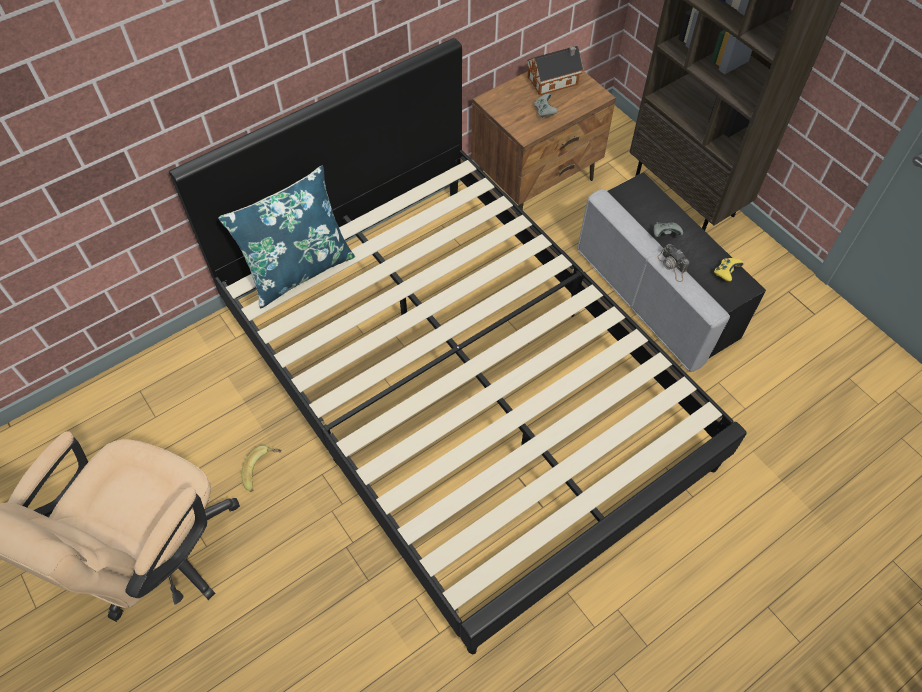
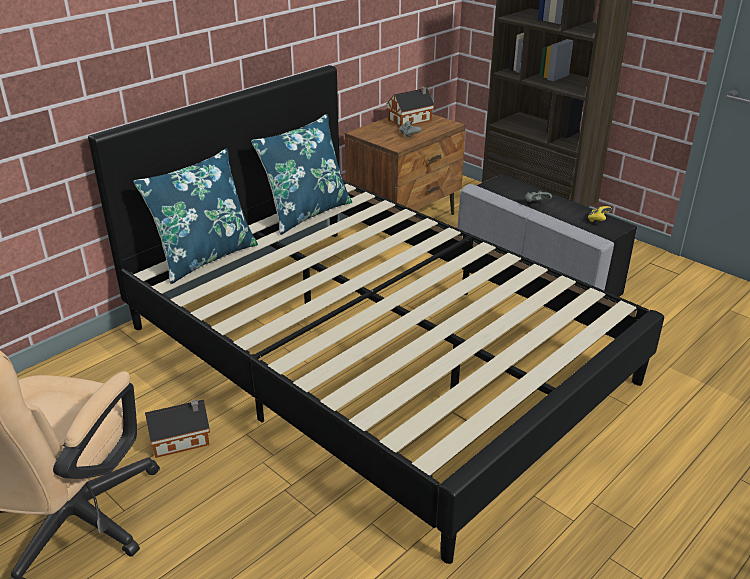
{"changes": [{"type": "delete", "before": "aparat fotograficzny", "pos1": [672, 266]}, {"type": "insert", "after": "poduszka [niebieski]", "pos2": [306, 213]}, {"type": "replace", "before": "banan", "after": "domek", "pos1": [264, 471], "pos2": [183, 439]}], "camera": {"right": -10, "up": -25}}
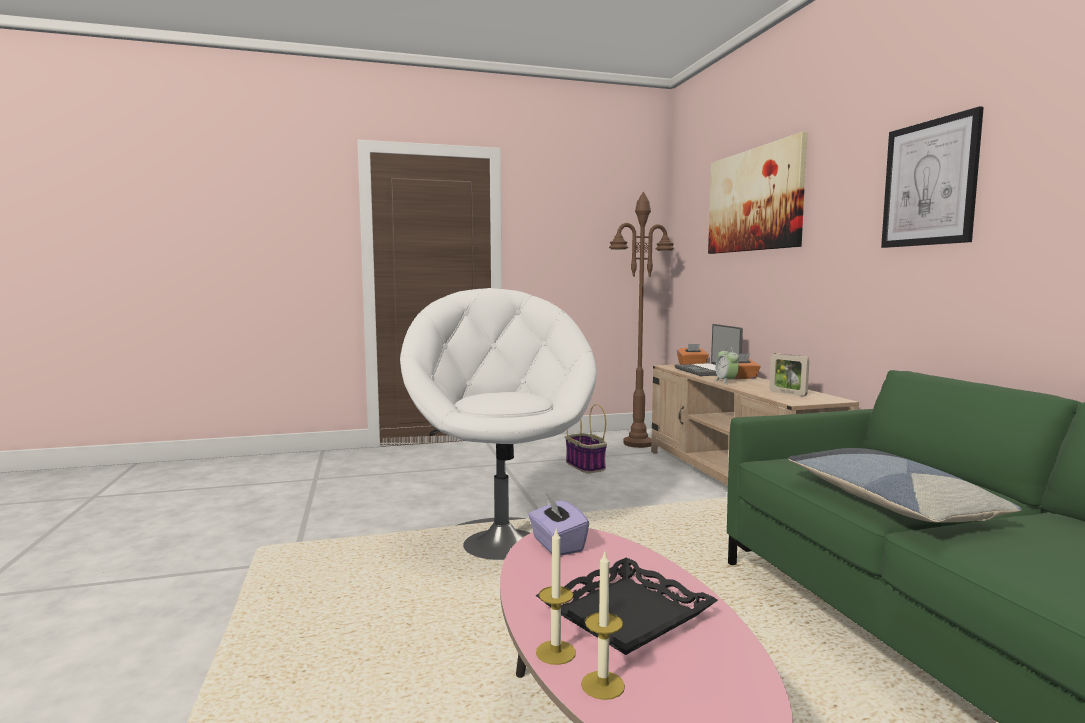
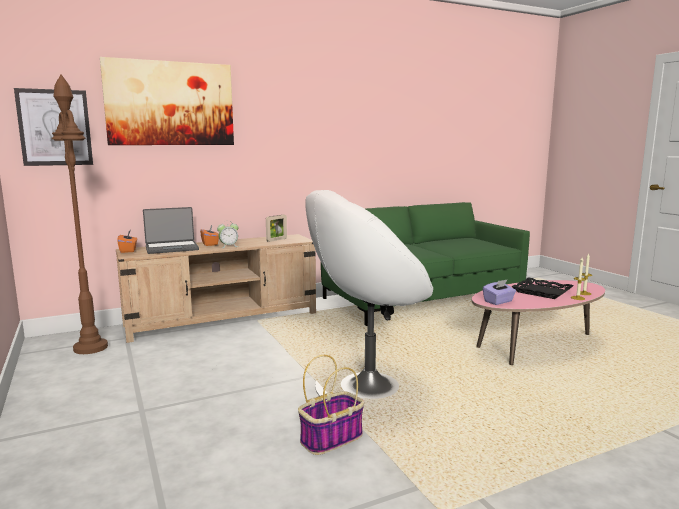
{"changes": [{"type": "delete", "before": "poduszka", "pos1": [889, 503]}, {"type": "move", "before": "koszyk", "pos1": [586, 466], "pos2": [332, 438]}, {"type": "move", "before": "obraz", "pos1": [929, 183], "pos2": [55, 127]}], "camera": {"right": -100, "up": 5}}
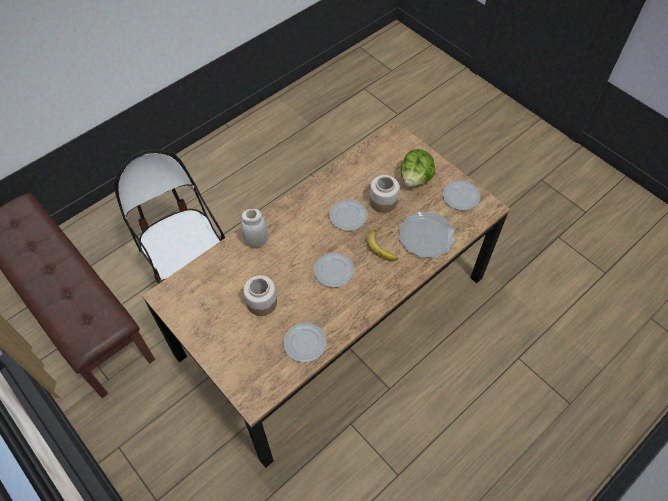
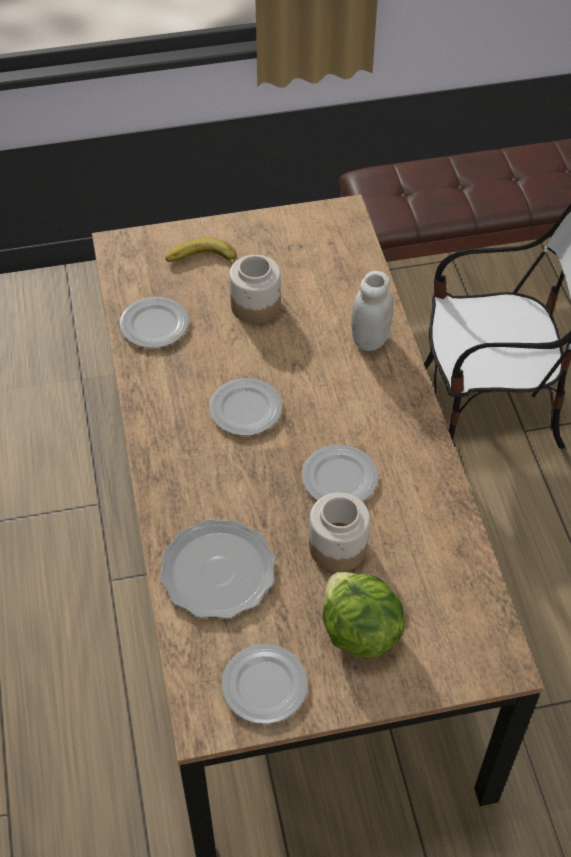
{"changes": [{"type": "move", "before": "banan", "pos1": [384, 246], "pos2": [202, 262]}], "camera": {"right": 120, "up": -5}}
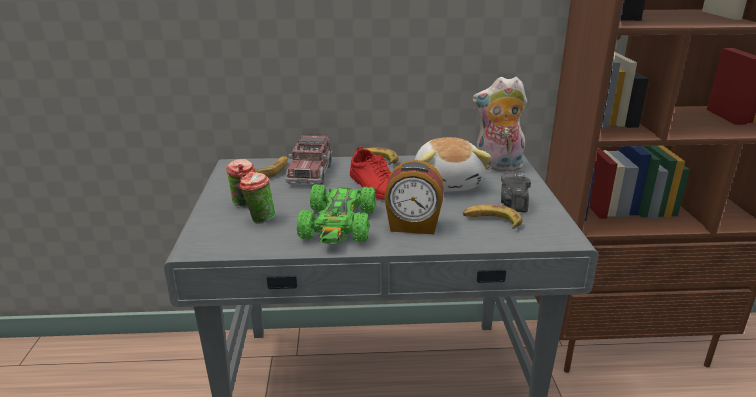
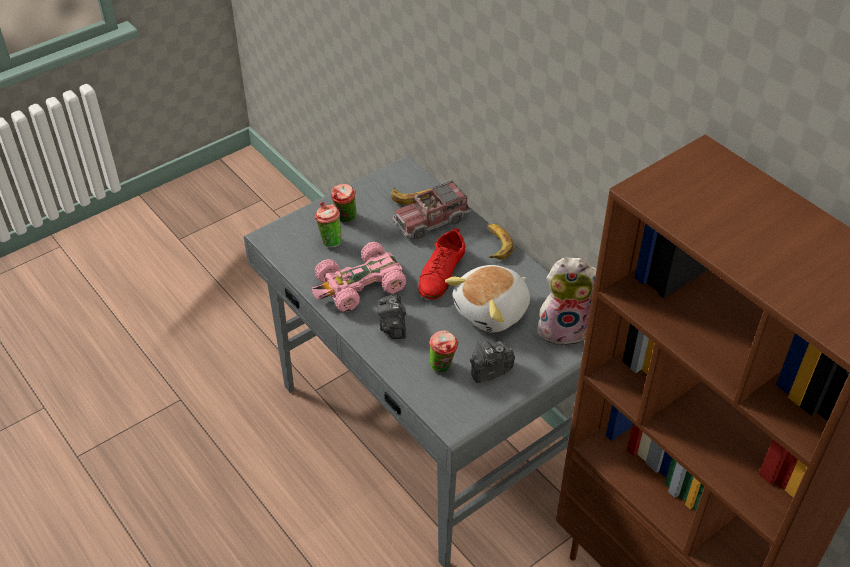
{"changes": [{"type": "replace", "before": "budzik", "after": "aparat fotograficzny", "pos1": [413, 226], "pos2": [393, 326]}, {"type": "replace", "before": "banan", "after": "filiżanka", "pos1": [491, 221], "pos2": [443, 368]}, {"type": "recolor", "before": "samochodzik [zielony]", "after": "samochodzik [różowy]", "pos1": [339, 225], "pos2": [359, 285]}, {"type": "rotate", "before": "pluszak", "pos1": [497, 167], "pos2": [564, 329], "turn": 120}], "camera": {"right": 55, "up": 20}}
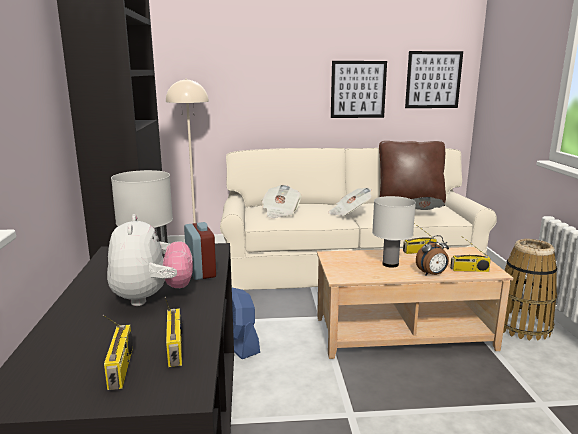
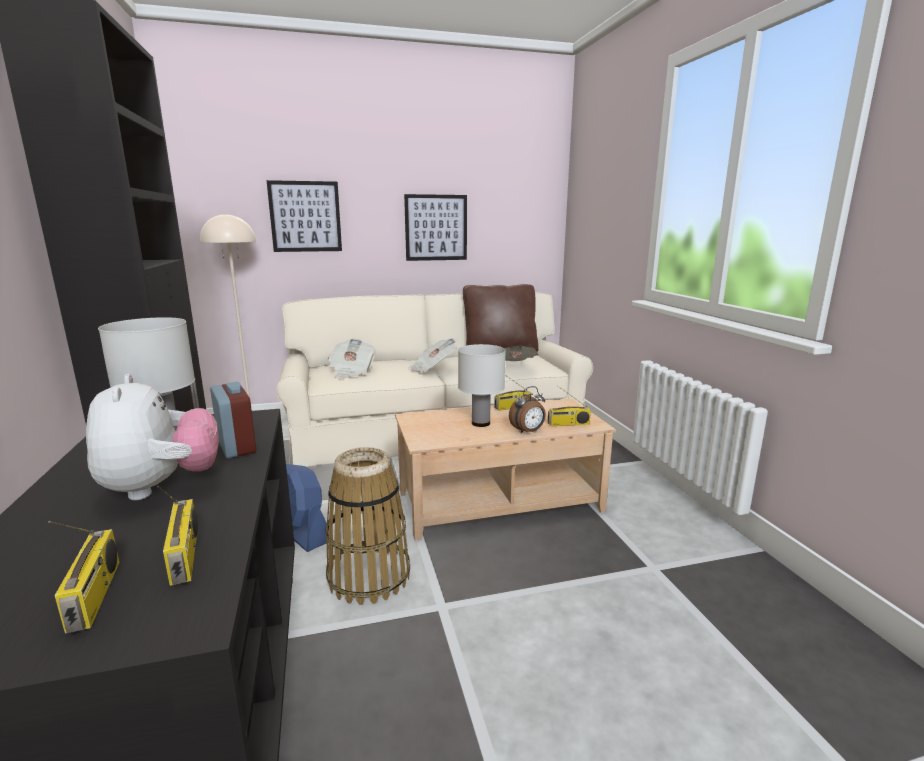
{"changes": [{"type": "move", "before": "obraz", "pos1": [433, 80], "pos2": [305, 216]}, {"type": "move", "before": "koszyk", "pos1": [522, 326], "pos2": [369, 576]}], "camera": {"right": -10, "up": 0}}
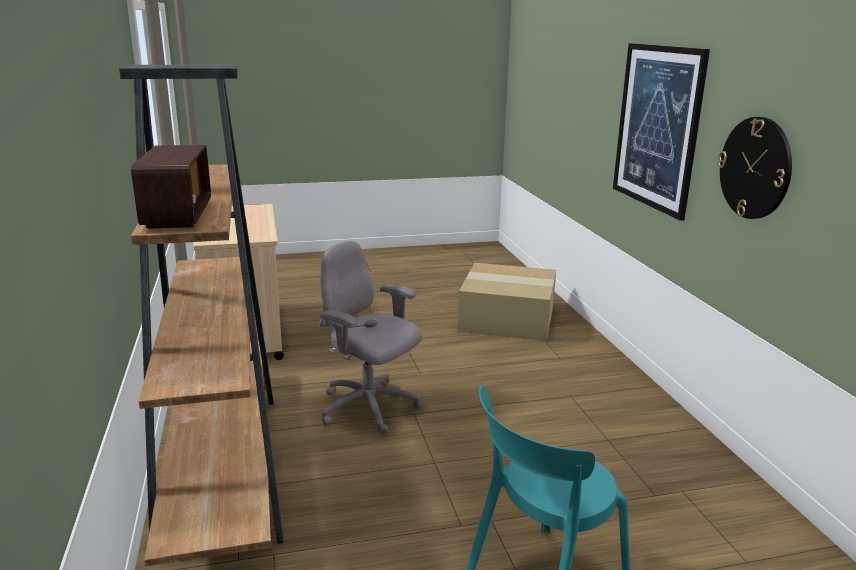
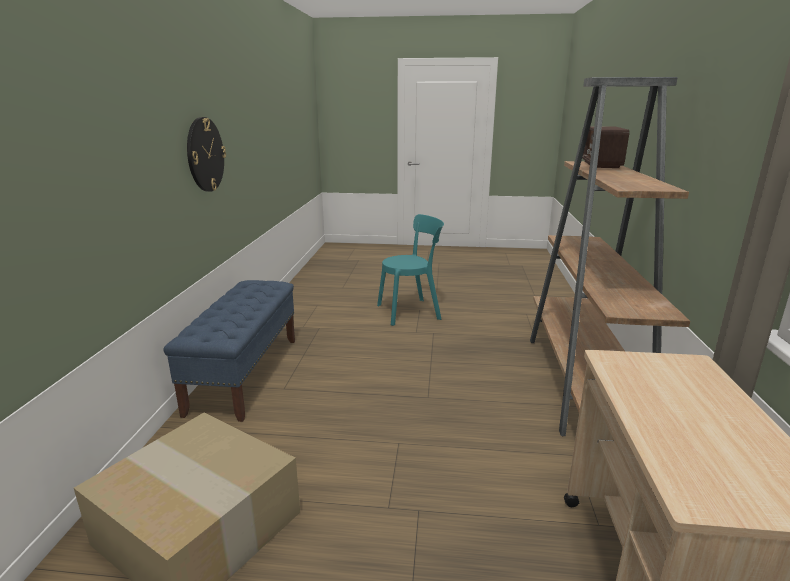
{"changes": [{"type": "delete", "before": "krzesło biurowe [szary]", "pos1": [369, 409]}, {"type": "delete", "before": "obraz", "pos1": [657, 127]}, {"type": "insert", "after": "ławka [niebieski]", "pos2": [245, 374]}], "camera": {"right": -160, "up": 0}}
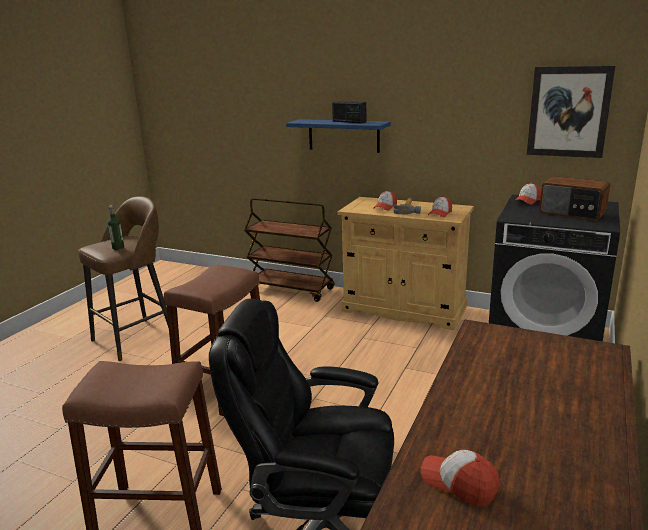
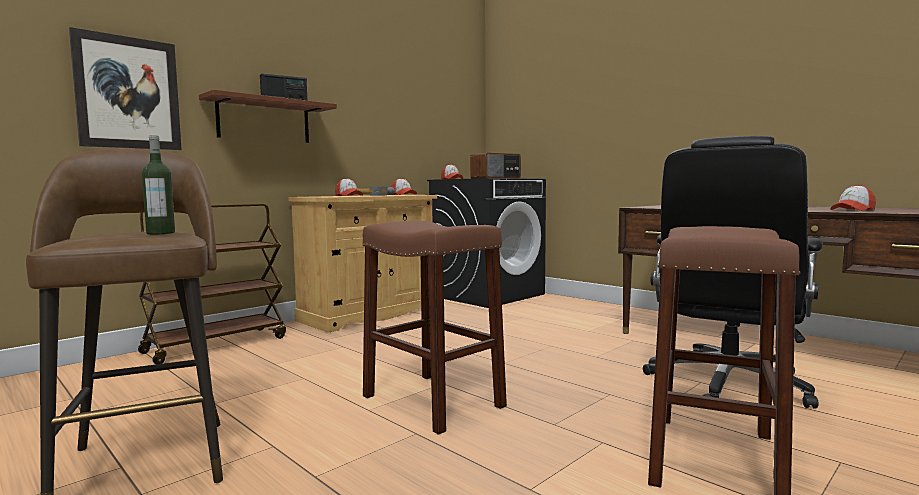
{"changes": [{"type": "move", "before": "obraz", "pos1": [568, 112], "pos2": [128, 93]}, {"type": "recolor", "before": "półka [niebieski]", "after": "półka [brązowy]", "pos1": [343, 135], "pos2": [264, 121]}], "camera": {"right": -70, "up": -15}}
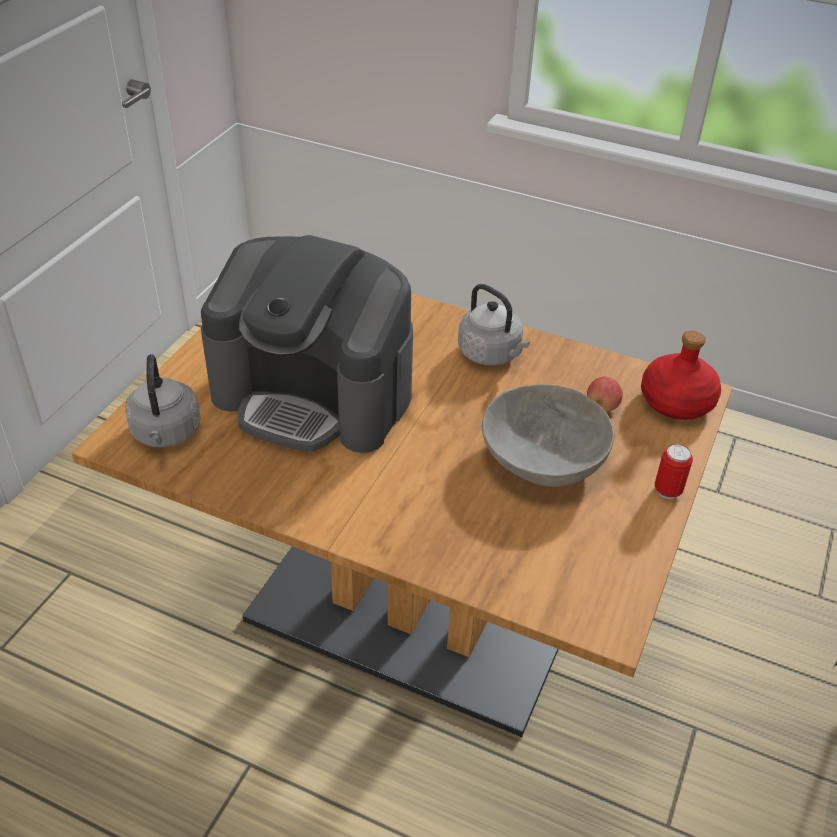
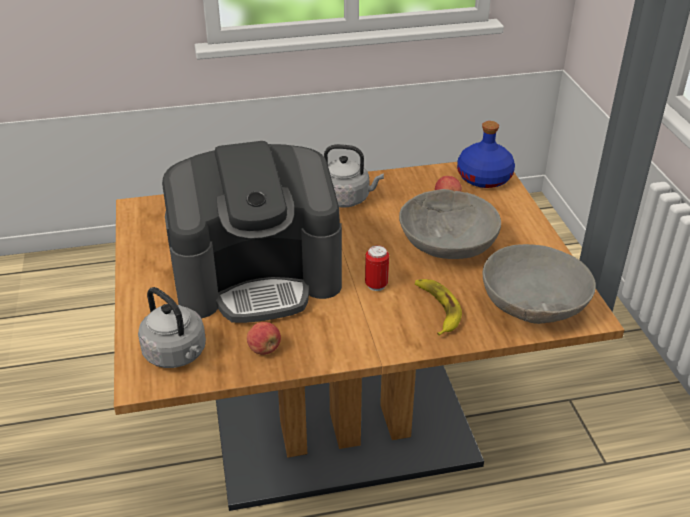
{"changes": [{"type": "insert", "after": "jabłko", "pos2": [264, 349]}, {"type": "insert", "after": "banan", "pos2": [437, 309]}, {"type": "insert", "after": "miska [szary]", "pos2": [534, 304]}, {"type": "move", "before": "puszka", "pos1": [667, 491], "pos2": [376, 285]}, {"type": "recolor", "before": "butelka [czerwony]", "after": "butelka [niebieski]", "pos1": [677, 401], "pos2": [484, 177]}], "camera": {"right": -35, "up": -5}}
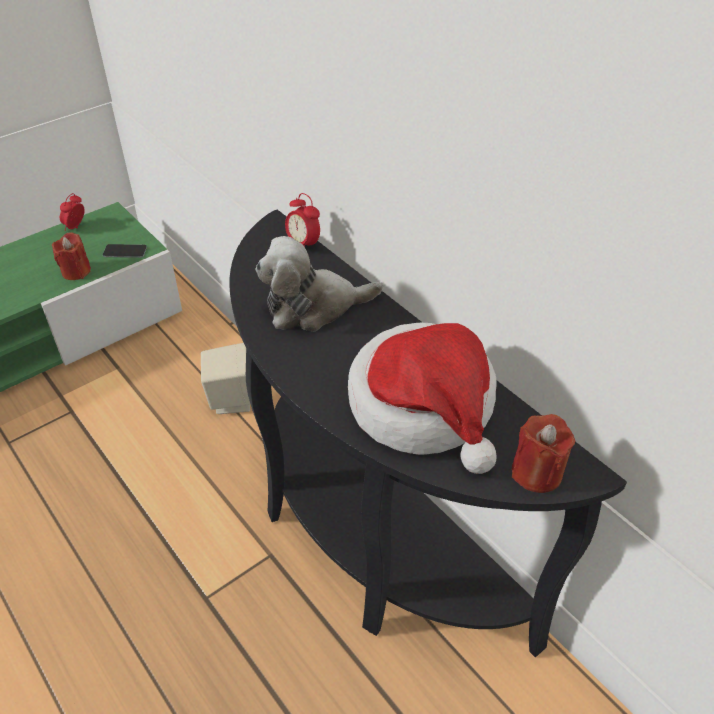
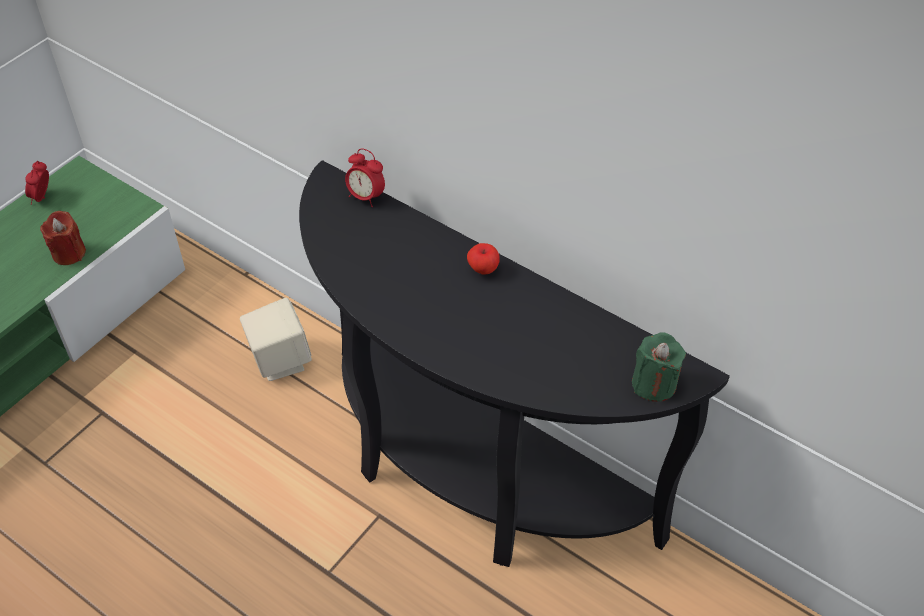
{"changes": [{"type": "delete", "before": "telefon", "pos1": [125, 251]}, {"type": "delete", "before": "pluszak", "pos1": [314, 307]}, {"type": "delete", "before": "kapelusz", "pos1": [424, 407]}, {"type": "insert", "after": "jabłko", "pos2": [483, 269]}, {"type": "recolor", "before": "świeca [czerwony]", "after": "świeca [zielony]", "pos1": [536, 472], "pos2": [654, 384]}], "camera": {"right": -15, "up": 5}}
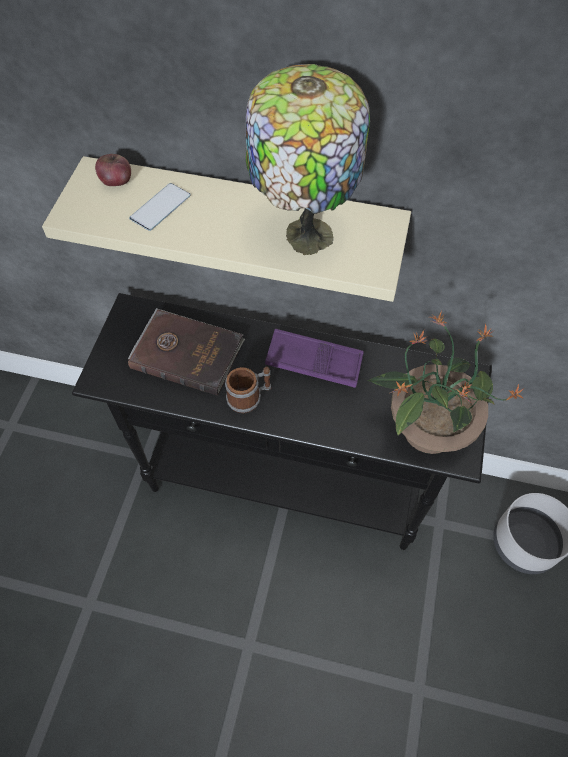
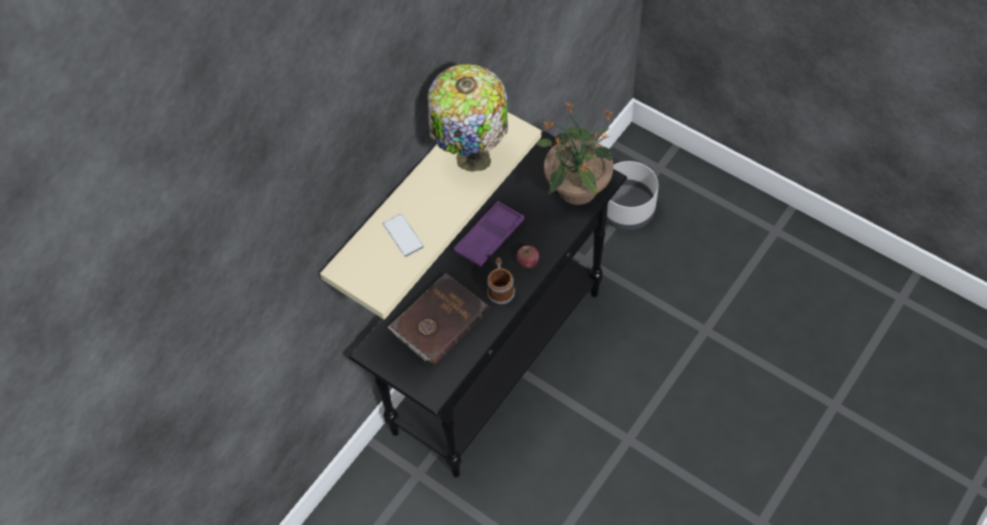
{"changes": [{"type": "move", "before": "jabłko", "pos1": [116, 181], "pos2": [527, 261]}], "camera": {"right": -65, "up": 0}}
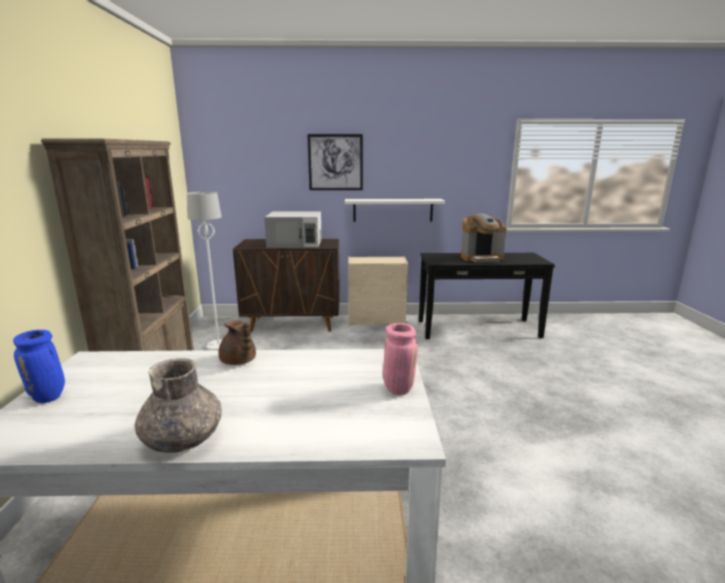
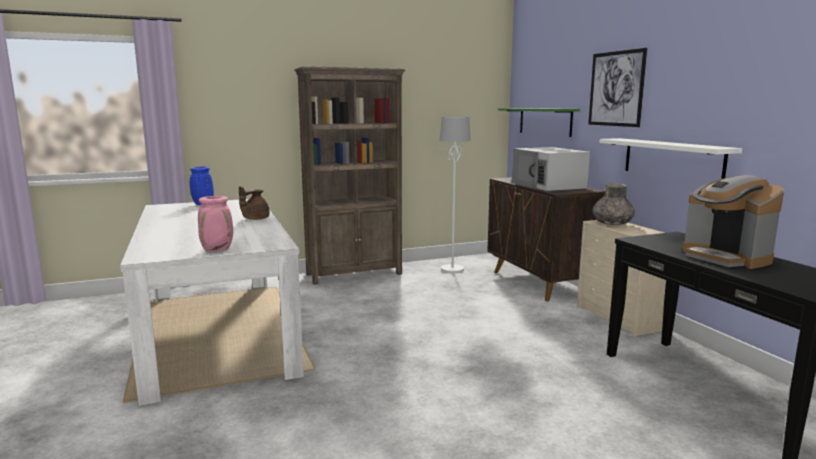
{"changes": [{"type": "insert", "after": "półka [zielony]", "pos2": [545, 121]}, {"type": "move", "before": "wazon [szary]", "pos1": [183, 439], "pos2": [612, 224]}], "camera": {"right": 70, "up": -5}}
